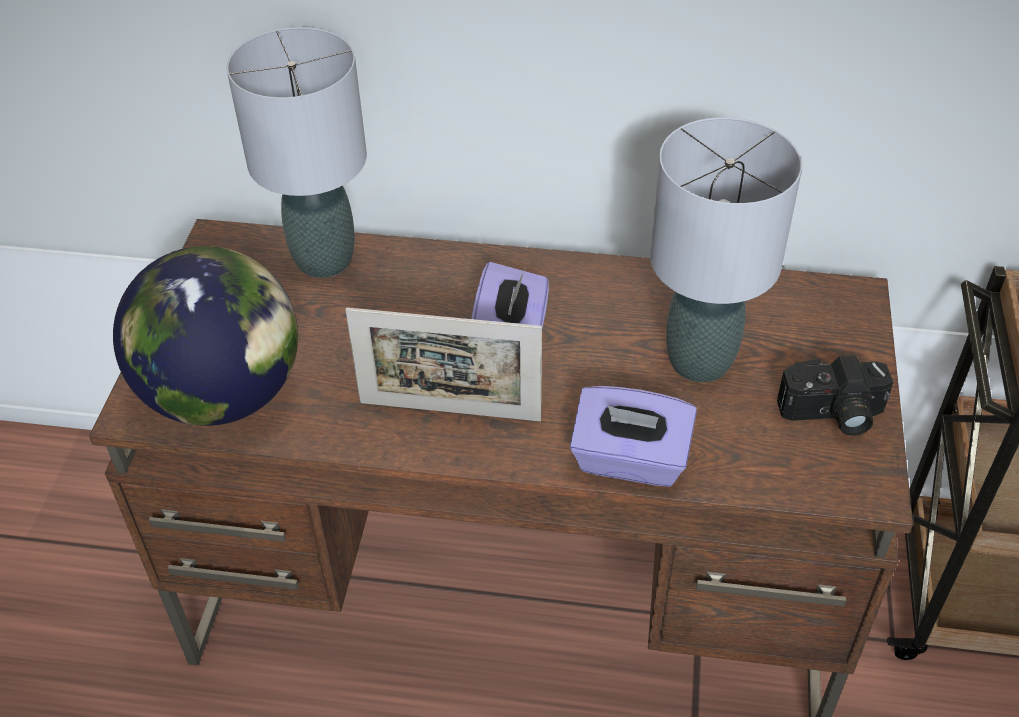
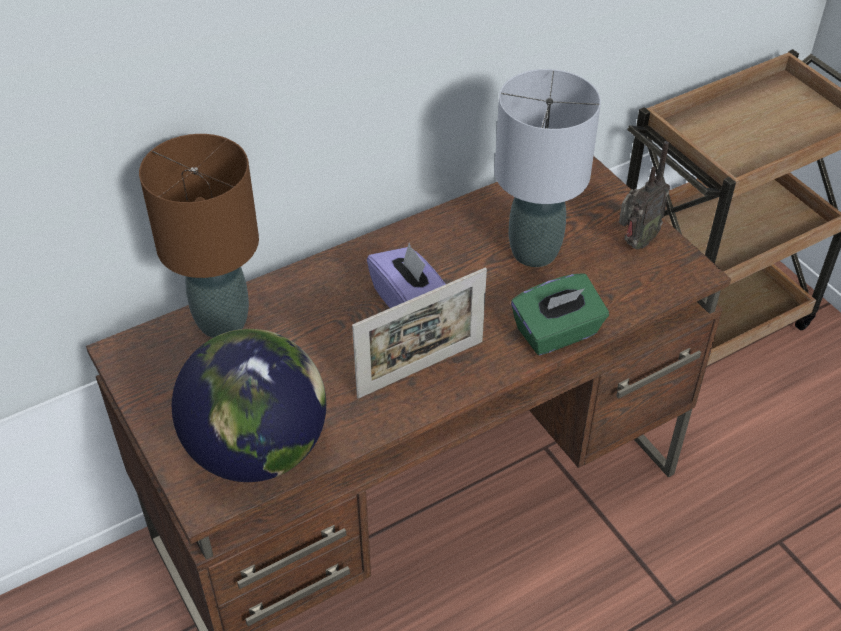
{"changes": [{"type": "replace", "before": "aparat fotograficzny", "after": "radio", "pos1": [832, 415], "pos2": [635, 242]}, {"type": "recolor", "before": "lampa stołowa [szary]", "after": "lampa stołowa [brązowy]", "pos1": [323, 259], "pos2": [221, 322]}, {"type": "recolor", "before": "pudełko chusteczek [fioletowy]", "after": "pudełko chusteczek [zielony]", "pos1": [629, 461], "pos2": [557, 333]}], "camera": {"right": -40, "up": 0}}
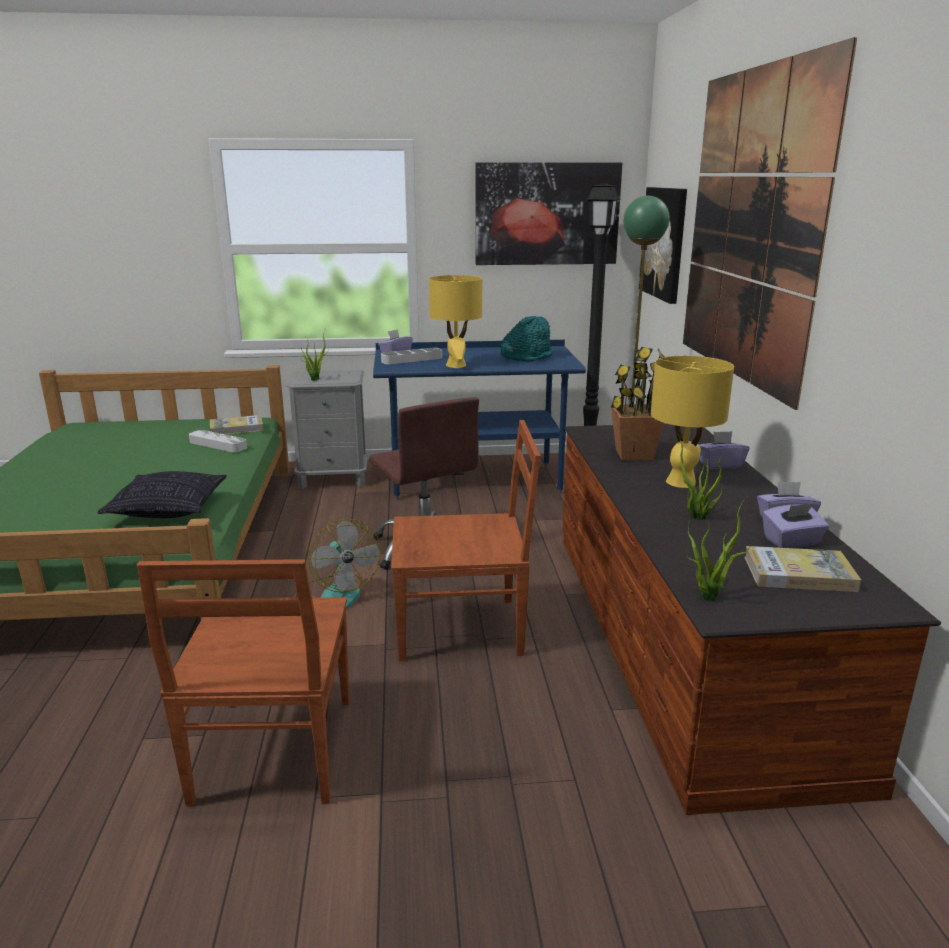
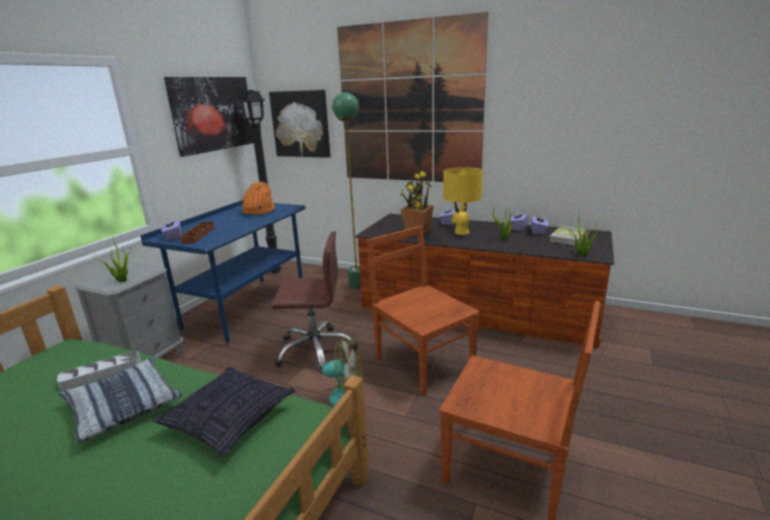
{"changes": [{"type": "delete", "before": "książka", "pos1": [236, 428]}, {"type": "delete", "before": "lampa stołowa [żółty]", "pos1": [456, 365]}, {"type": "insert", "after": "poduszka", "pos2": [123, 406]}, {"type": "recolor", "before": "taca [szary]", "after": "taca [brązowy]", "pos1": [412, 359], "pos2": [198, 235]}, {"type": "recolor", "before": "kapelusz [turkusowy]", "after": "kapelusz [pomarańczowy]", "pos1": [526, 357], "pos2": [258, 211]}, {"type": "rotate", "before": "krzesło [brązowy]", "pos1": [463, 628], "pos2": [422, 362], "turn": -60}], "camera": {"right": -60, "up": 0}}
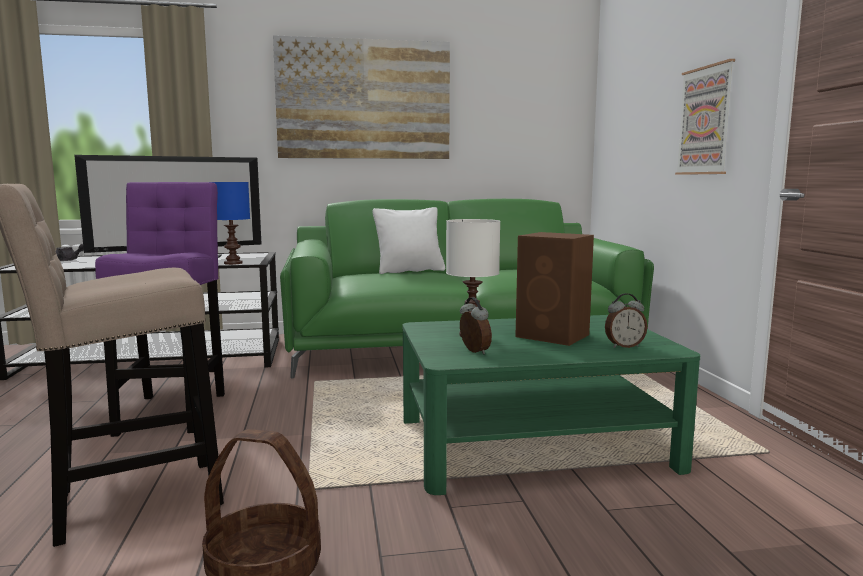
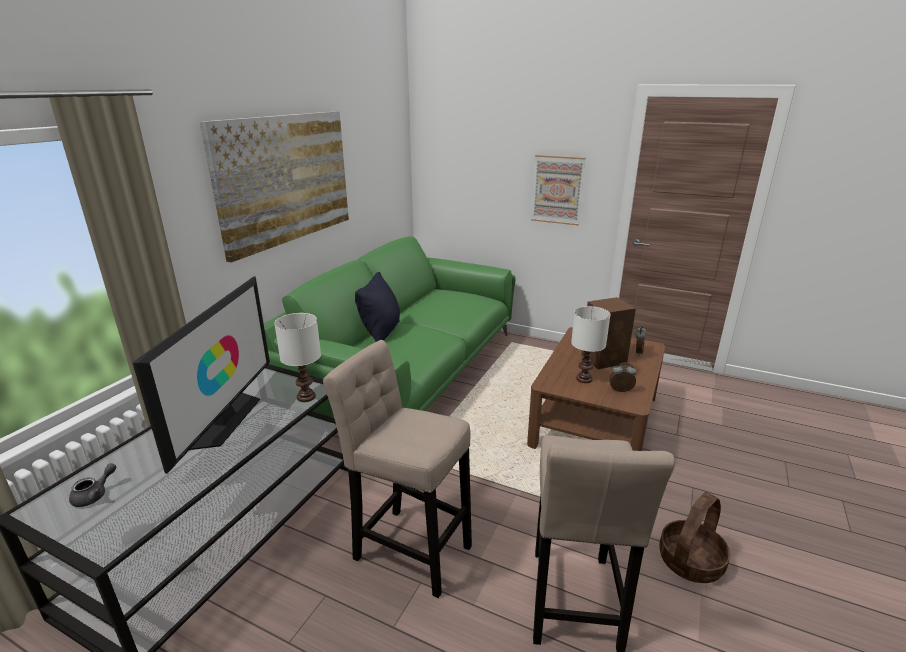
{"changes": [{"type": "recolor", "before": "stołek [fioletowy]", "after": "stołek [beżowy]", "pos1": [173, 411], "pos2": [408, 548]}, {"type": "recolor", "before": "lampa stołowa [niebieski]", "after": "lampa stołowa [biały]", "pos1": [233, 263], "pos2": [306, 397]}, {"type": "recolor", "before": "poduszka [biały]", "after": "poduszka [czarny]", "pos1": [409, 271], "pos2": [381, 332]}, {"type": "recolor", "before": "ława [zielony]", "after": "ława [brązowy]", "pos1": [534, 443], "pos2": [595, 420]}], "camera": {"right": -55, "up": 15}}
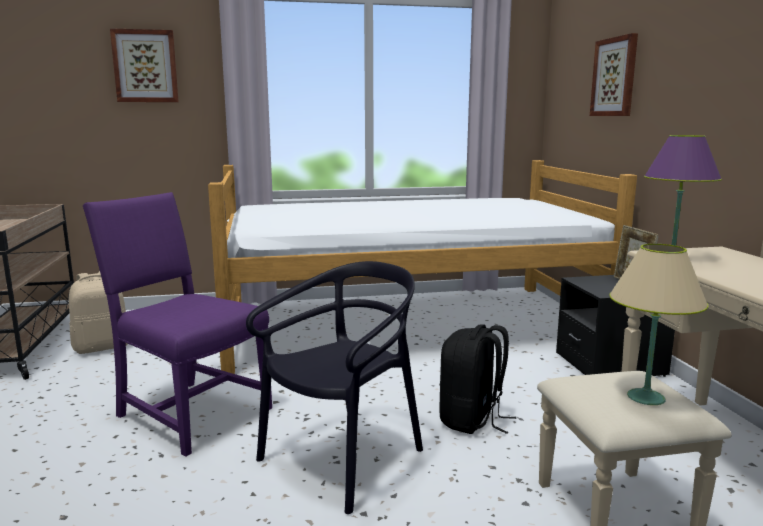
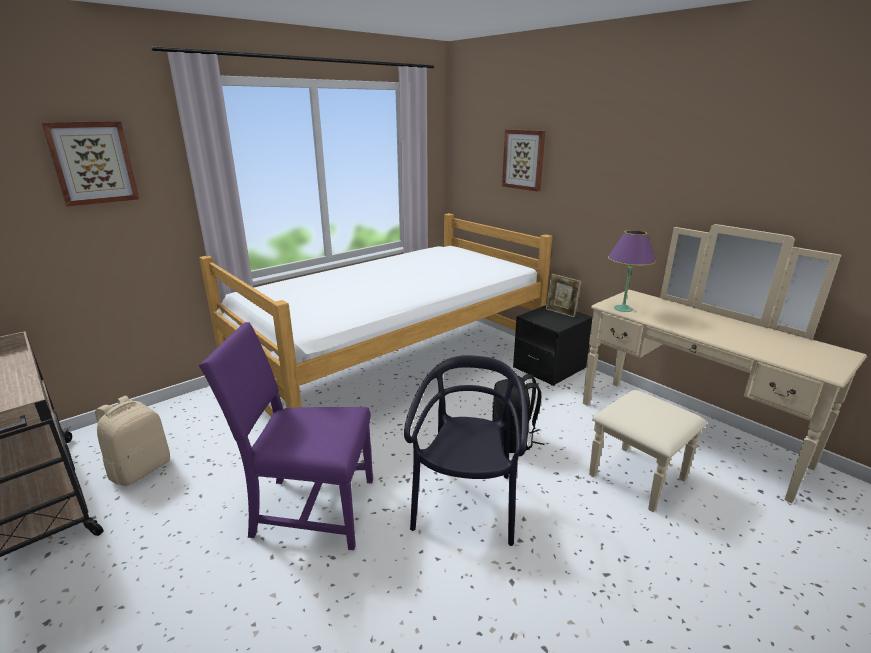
{"changes": [{"type": "delete", "before": "lampa stołowa [beżowy]", "pos1": [645, 397]}], "camera": {"right": -30, "up": 10}}
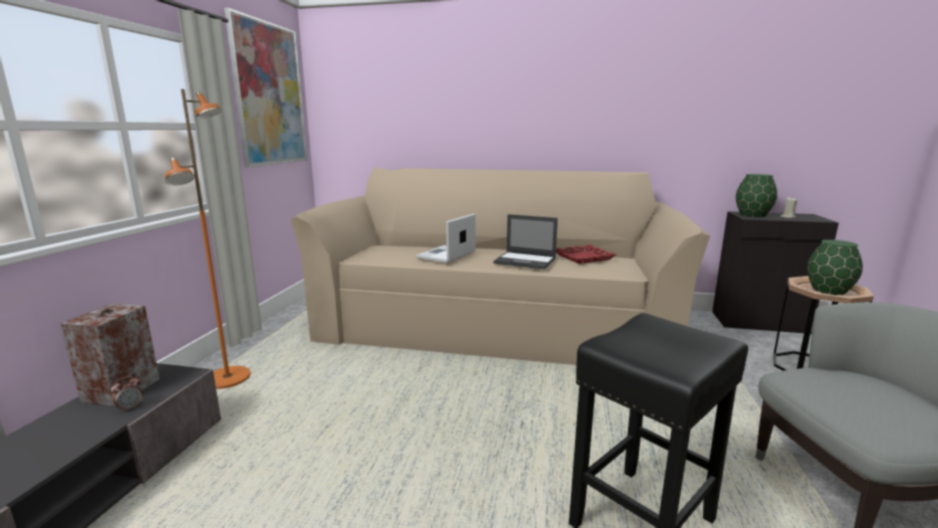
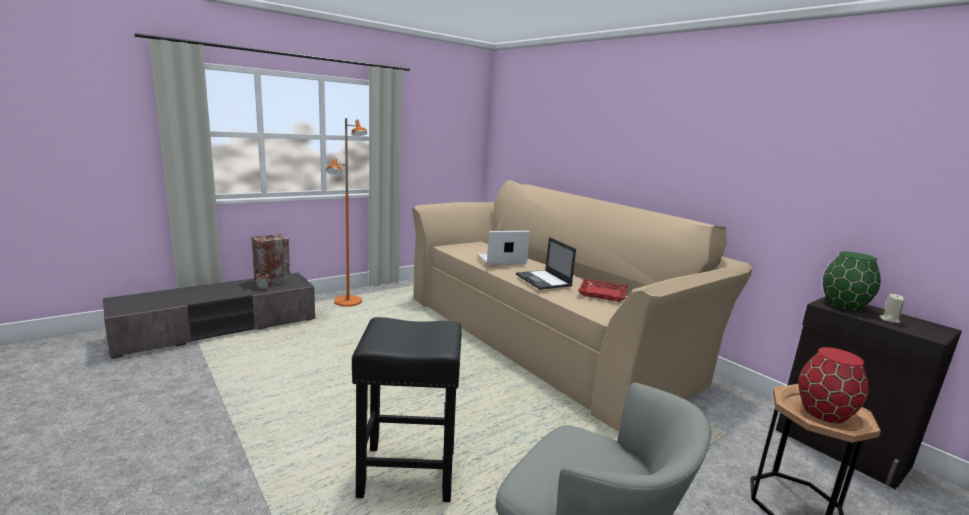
{"changes": [{"type": "delete", "before": "obraz", "pos1": [269, 95]}, {"type": "recolor", "before": "wazon [zielony]", "after": "wazon [czerwony]", "pos1": [828, 290], "pos2": [823, 412]}], "camera": {"right": 40, "up": 0}}
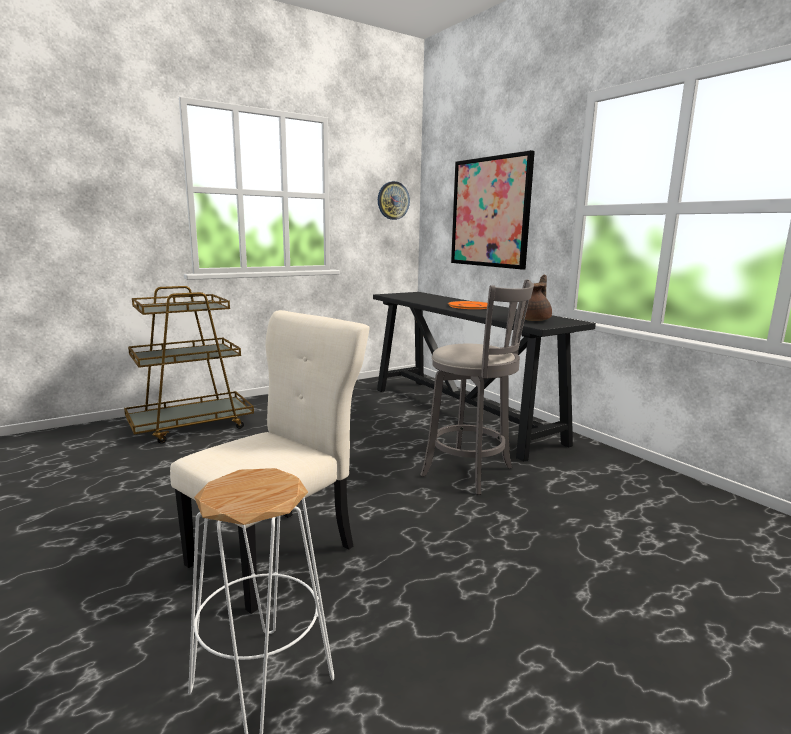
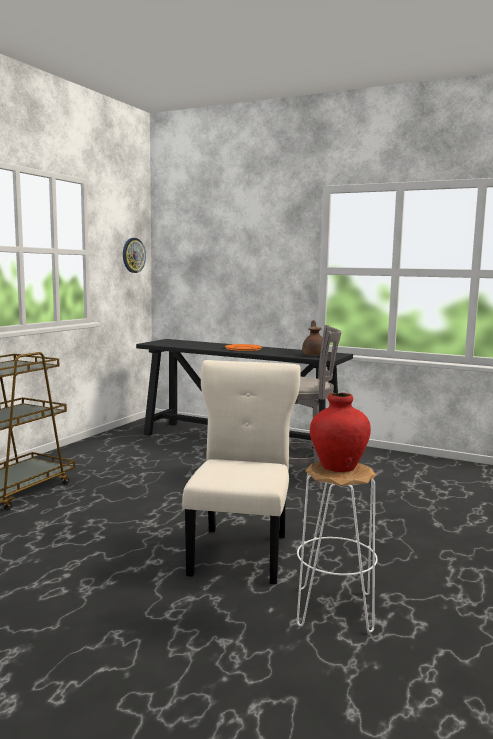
{"changes": [{"type": "delete", "before": "obraz", "pos1": [490, 212]}, {"type": "insert", "after": "wazon [czerwony]", "pos2": [338, 467]}], "camera": {"right": -30, "up": -5}}
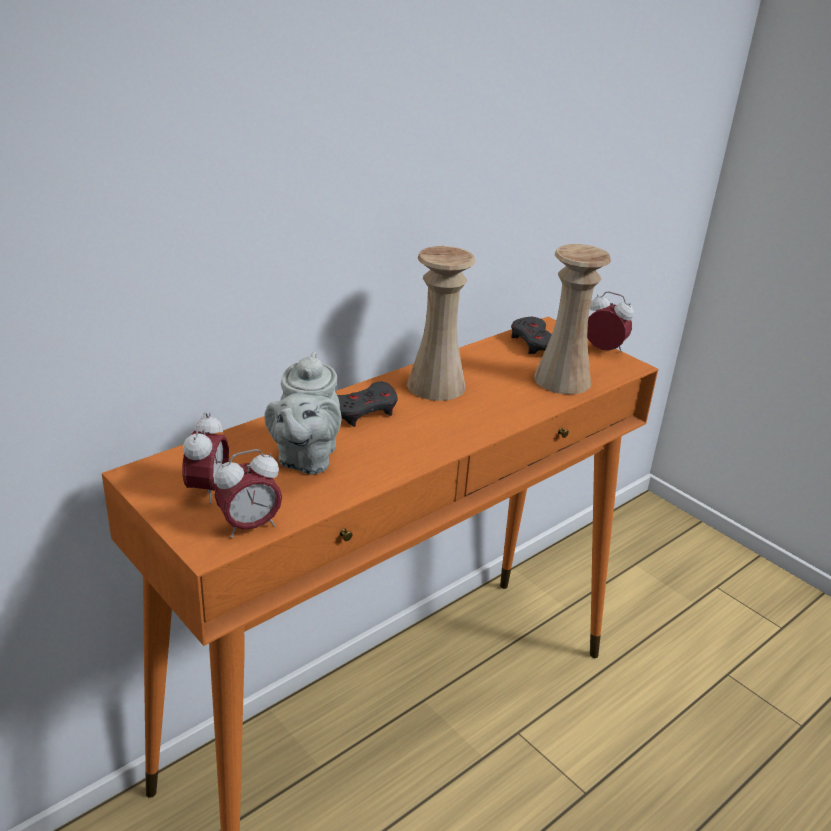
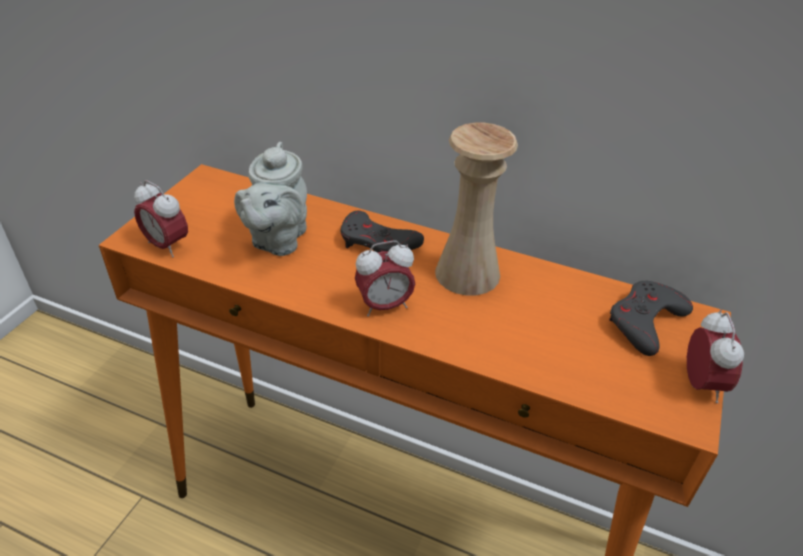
{"changes": [{"type": "delete", "before": "wazon [beżowy]", "pos1": [562, 380]}, {"type": "move", "before": "budzik", "pos1": [208, 490], "pos2": [384, 306]}, {"type": "rotate", "before": "imbryk [szary]", "pos1": [305, 458], "pos2": [277, 240], "turn": -60}], "camera": {"right": 65, "up": 10}}
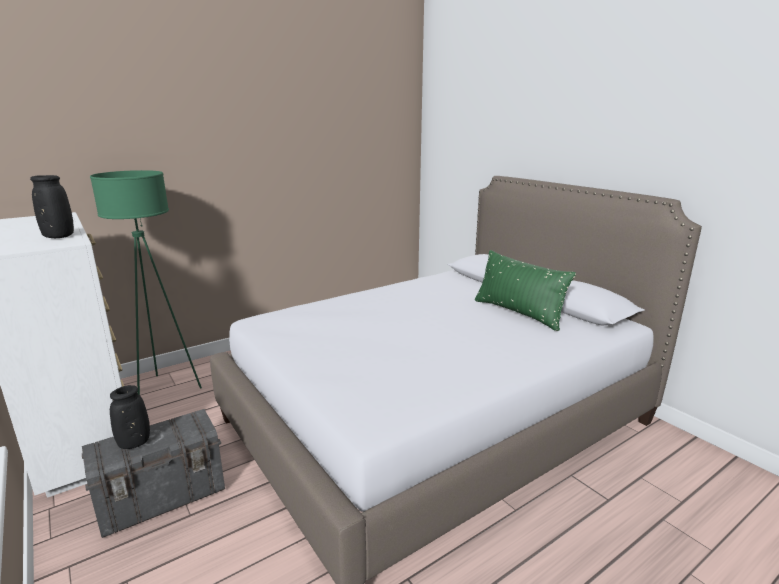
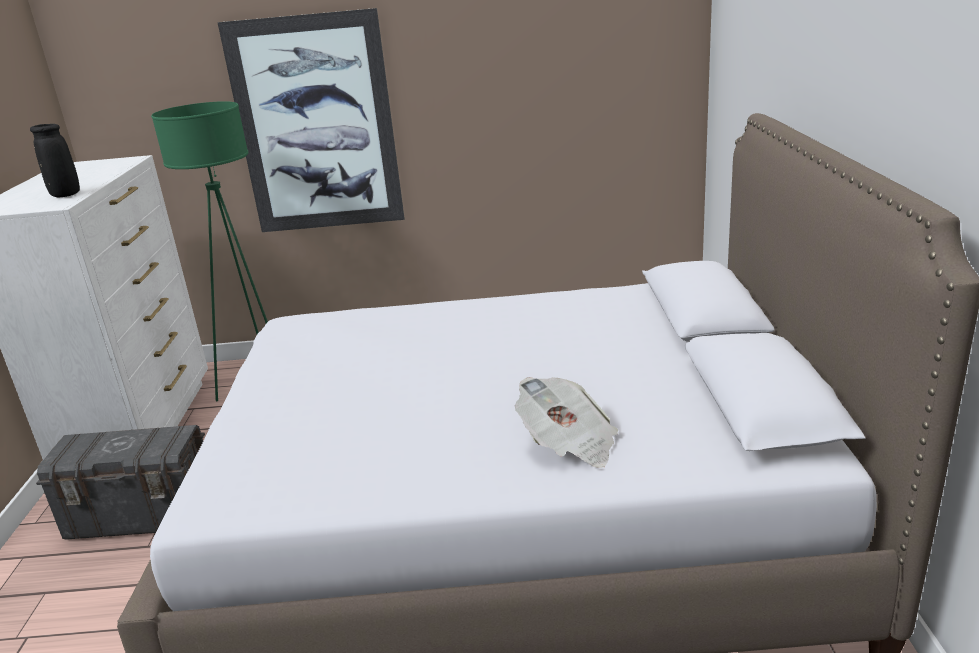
{"changes": [{"type": "delete", "before": "wazon [czarny]", "pos1": [134, 443]}, {"type": "delete", "before": "poduszka [zielony]", "pos1": [518, 313]}, {"type": "insert", "after": "obraz", "pos2": [316, 125]}, {"type": "insert", "after": "gazeta", "pos2": [569, 444]}], "camera": {"right": 35, "up": 5}}
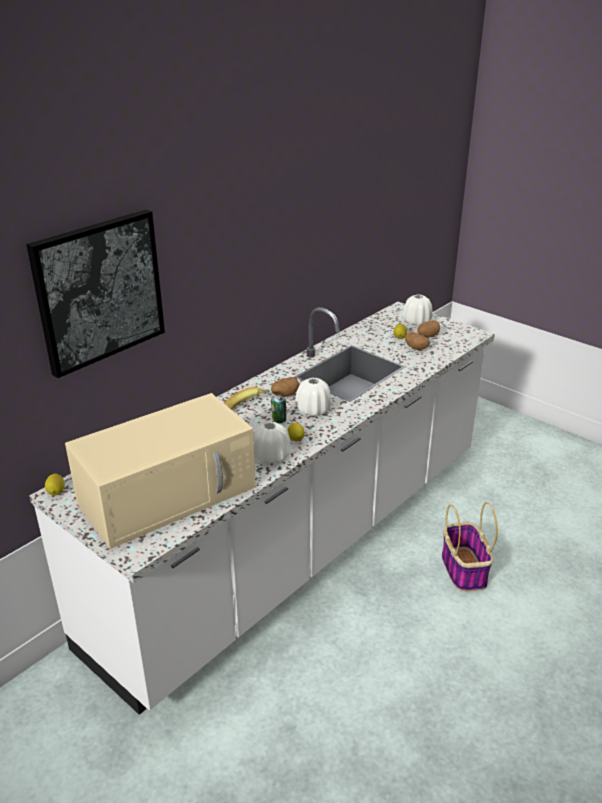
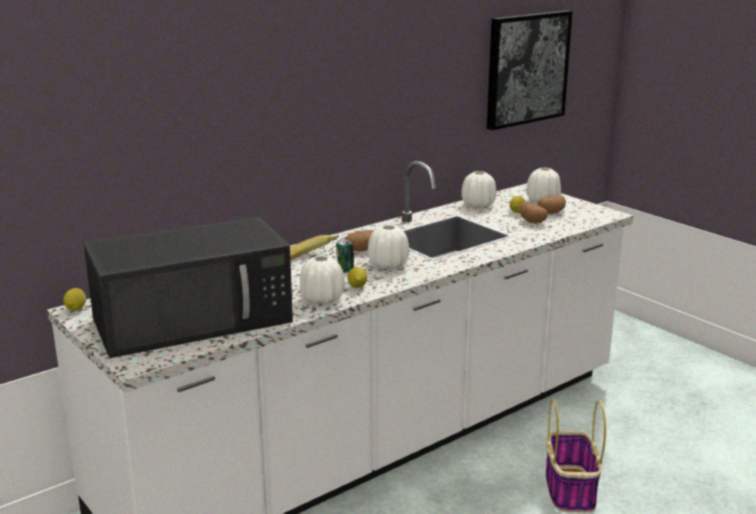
{"changes": [{"type": "insert", "after": "wazon [biały]", "pos2": [478, 205]}, {"type": "move", "before": "obraz", "pos1": [99, 291], "pos2": [527, 68]}, {"type": "recolor", "before": "mikrofalówka [beżowy]", "after": "mikrofalówka [czarny]", "pos1": [169, 493], "pos2": [195, 319]}], "camera": {"right": 10, "up": -10}}
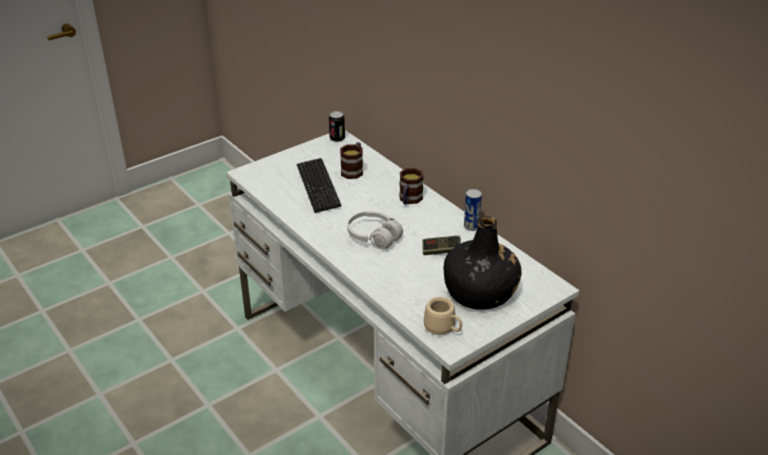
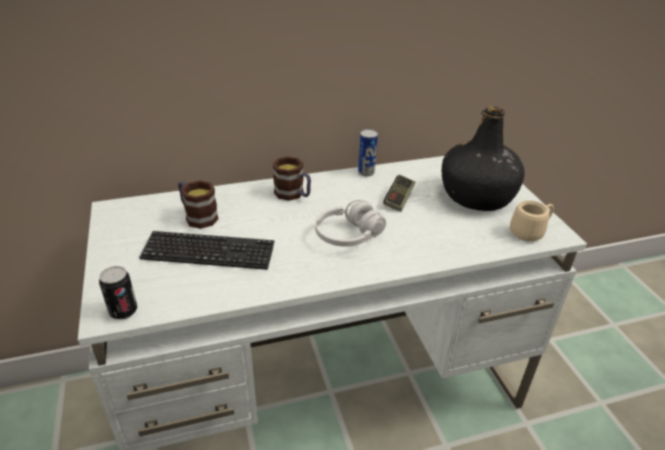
{"changes": [{"type": "move", "before": "puszka", "pos1": [337, 138], "pos2": [123, 311]}], "camera": {"right": -70, "up": 0}}
